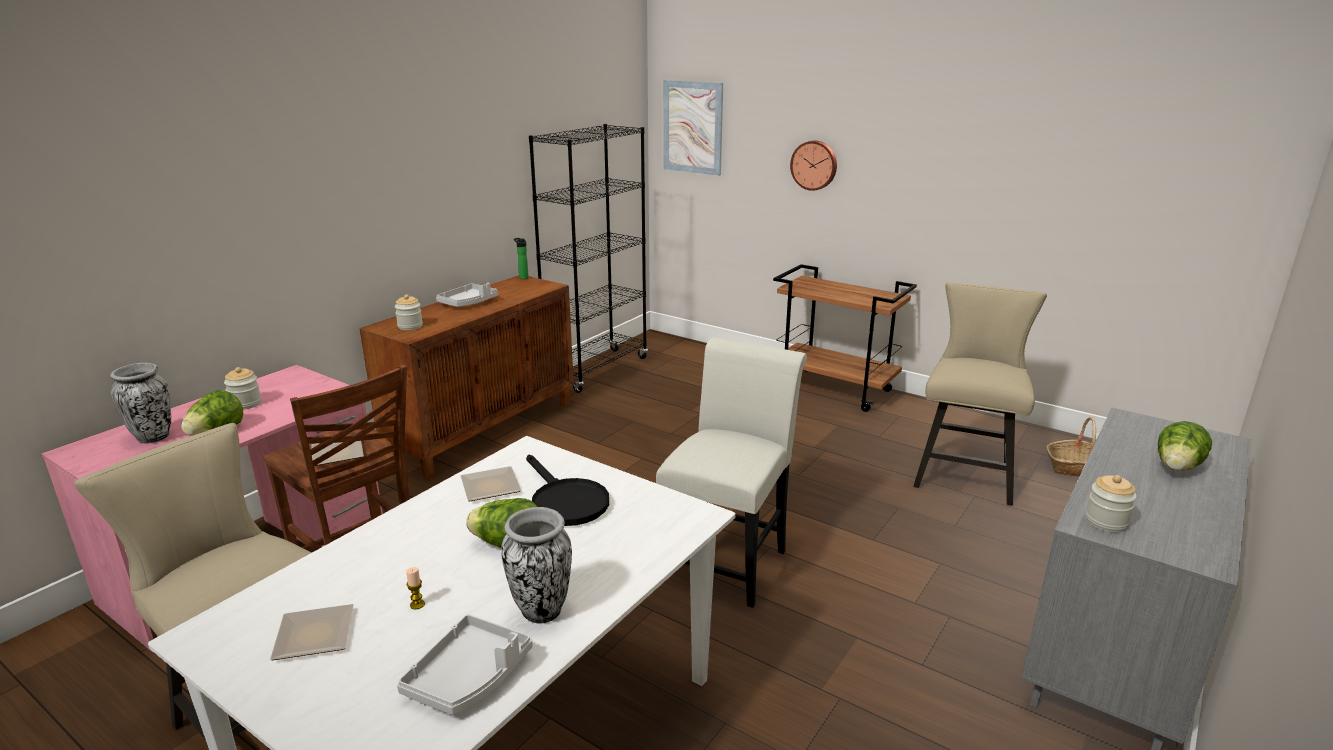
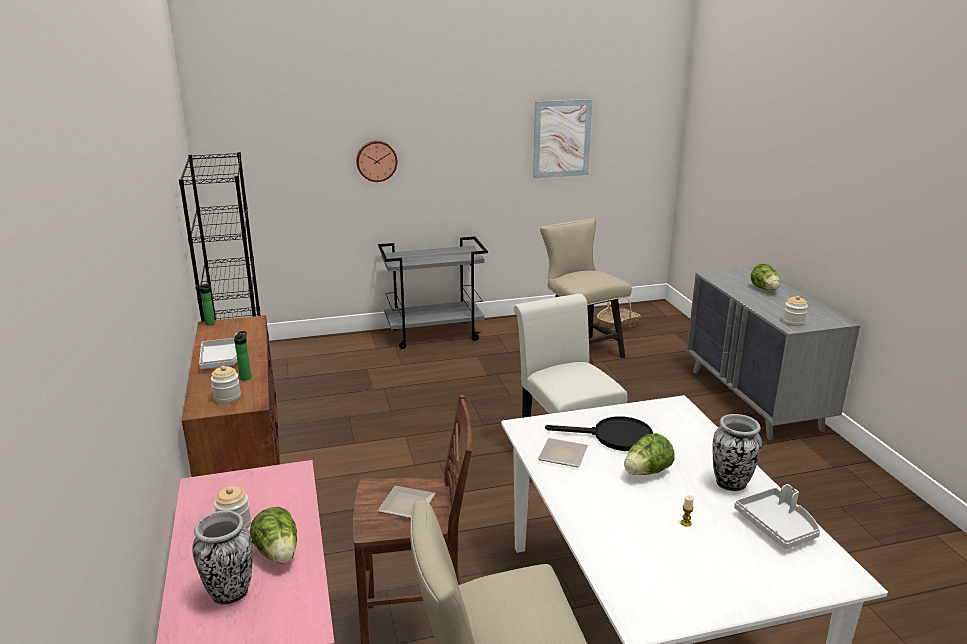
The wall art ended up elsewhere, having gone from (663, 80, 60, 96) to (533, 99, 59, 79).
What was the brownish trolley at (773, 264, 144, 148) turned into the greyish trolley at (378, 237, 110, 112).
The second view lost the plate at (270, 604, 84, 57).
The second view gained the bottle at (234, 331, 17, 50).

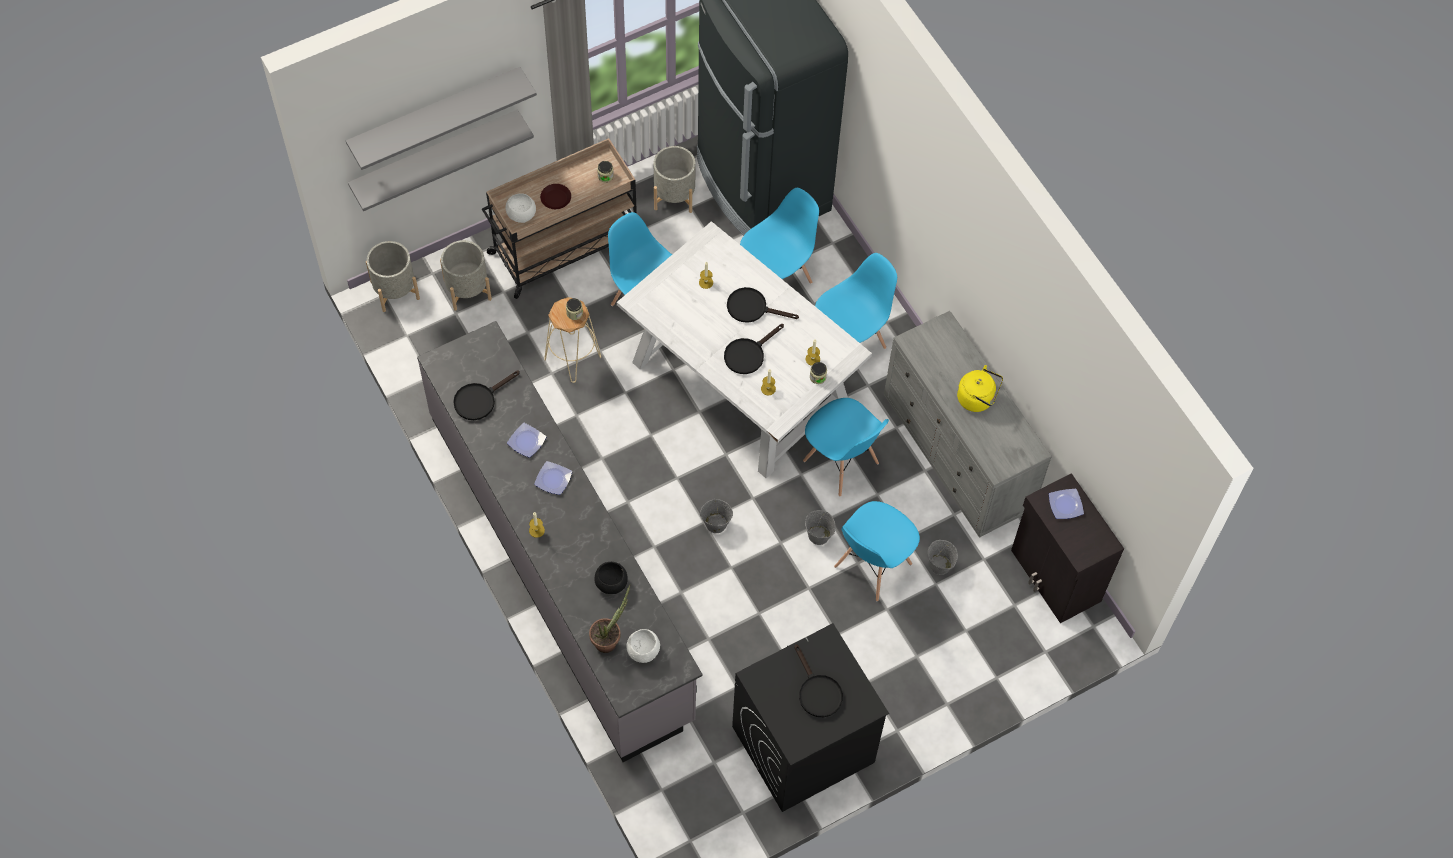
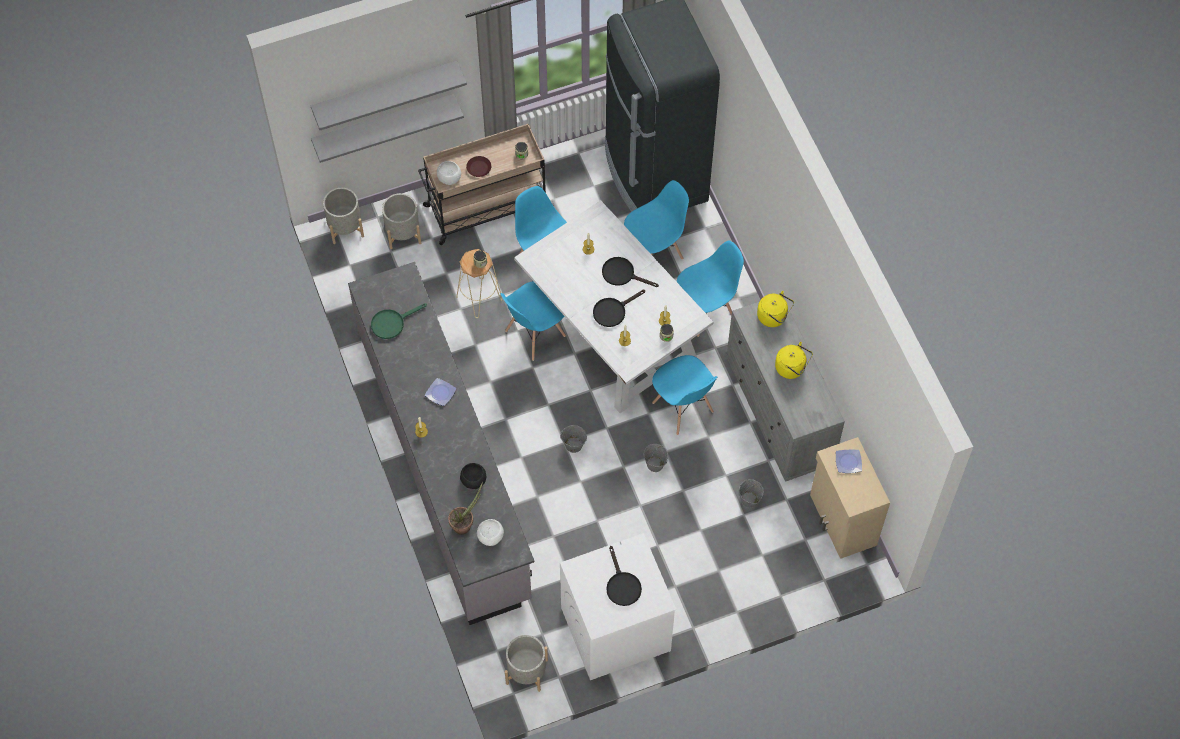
The greyish planter ended up elsewhere, having gone from (653, 146, 43, 67) to (505, 635, 43, 57).
What was the blackish frying pan at (453, 371, 67, 49) turned into the green-coloured frying pan at (371, 303, 56, 36).
The second view lost the plate at (507, 423, 39, 35).
What was the blackish cupboard at (1011, 473, 113, 150) turned into the sand-coloured cupboard at (810, 437, 80, 122).
The bluish plain chair ended up elsewhere, having gone from (834, 501, 86, 100) to (501, 281, 65, 80).
What was the blackish washing machine at (732, 623, 157, 189) turned into the white-coloured washing machine at (560, 533, 116, 147).
The second view gained the yellow water kettle at (757, 291, 37, 36).

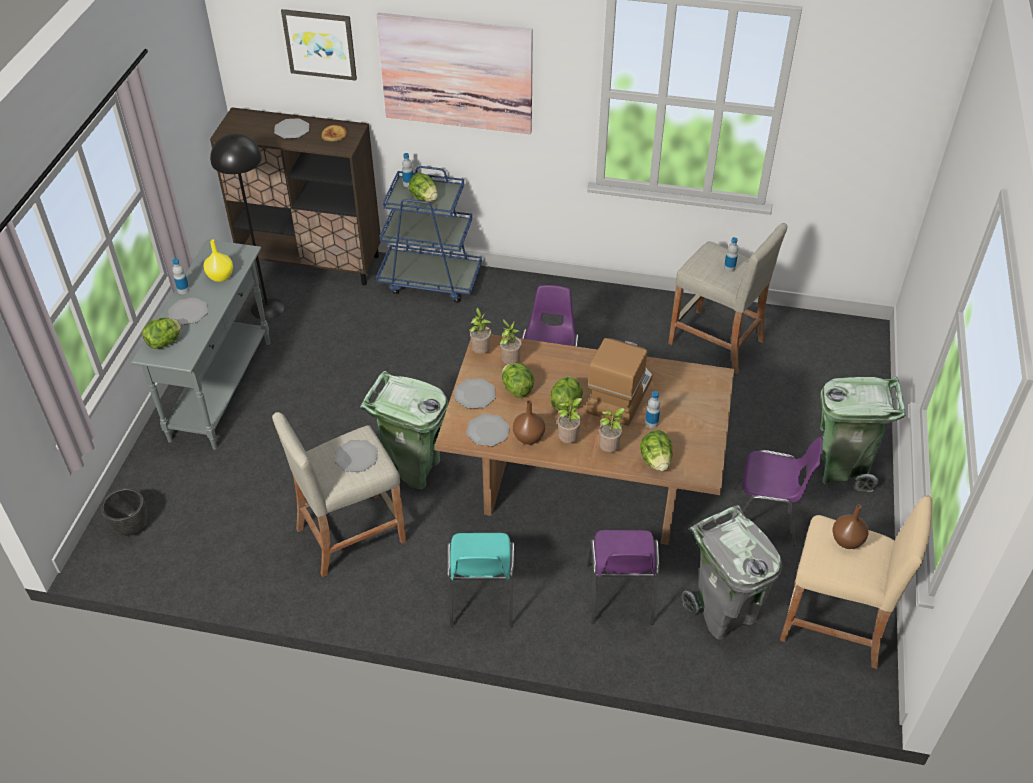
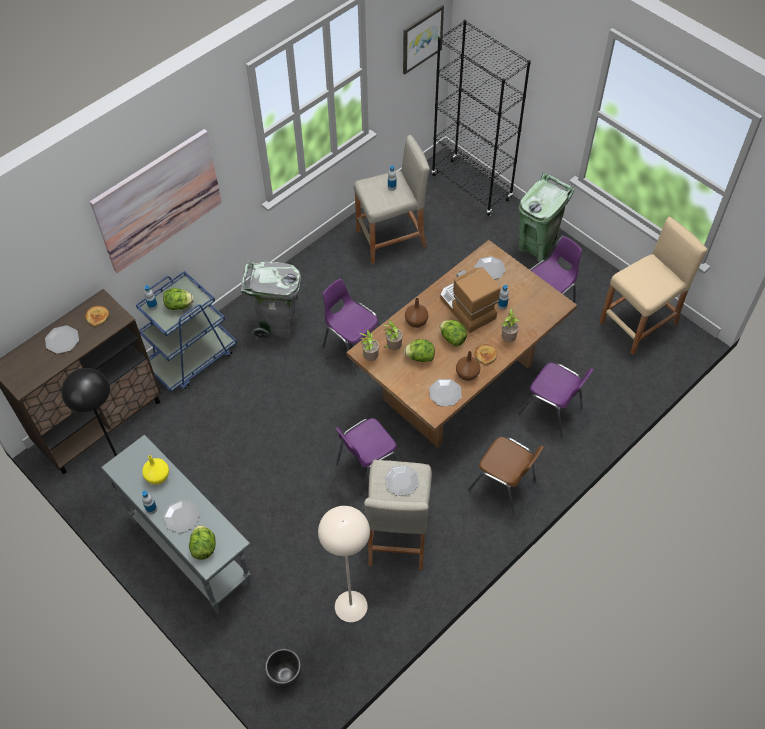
The wall art ended up elsewhere, having gone from (281, 9, 76, 72) to (403, 5, 41, 70).
Where the green-coloured waste bin stood at (360, 371, 88, 118), the purple plain chair came to stand at (336, 418, 63, 78).
The plate ended up elsewhere, having gone from (455, 379, 41, 30) to (474, 256, 32, 23).
Where the plant in a pot stood at (557, 398, 25, 45), the baked bread came to stand at (474, 344, 23, 21).
The second view lost the head of lettuce at (640, 430, 33, 41).
The brownish decorative vase ended up elsewhere, having gone from (833, 504, 35, 45) to (405, 298, 23, 30).
The greyish waste bin ended up elsewhere, having gone from (682, 505, 100, 135) to (240, 260, 61, 80).
What was the blue-green plain chair at (447, 533, 68, 95) turned into the brownish plain chair at (468, 437, 76, 78).
The second view gained the blackish bookshelf at (431, 20, 100, 196).
The second view gained the sand-coloured standing lamp at (318, 506, 52, 116).

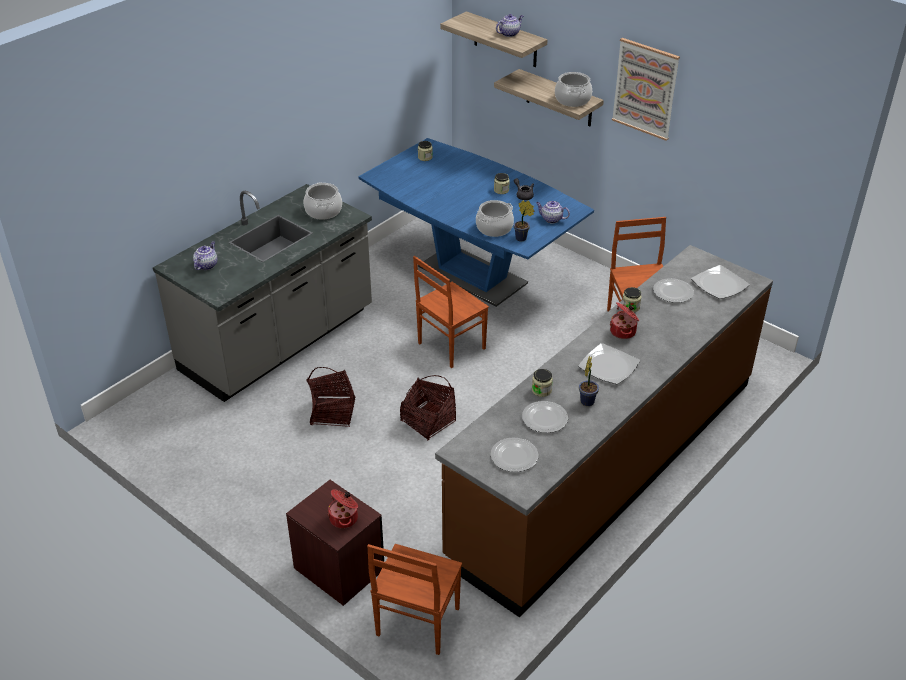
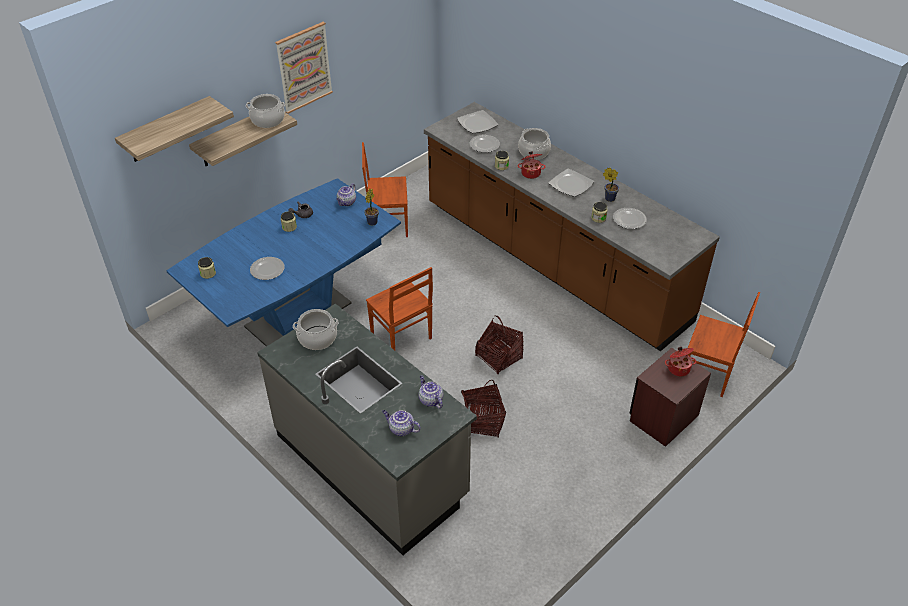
The tea pot ended up elsewhere, having gone from (496, 14, 27, 23) to (419, 376, 25, 33).
The cooking pot ended up elsewhere, having gone from (476, 200, 38, 37) to (518, 128, 33, 32).
The plate ended up elsewhere, having gone from (491, 438, 47, 34) to (250, 257, 35, 23).

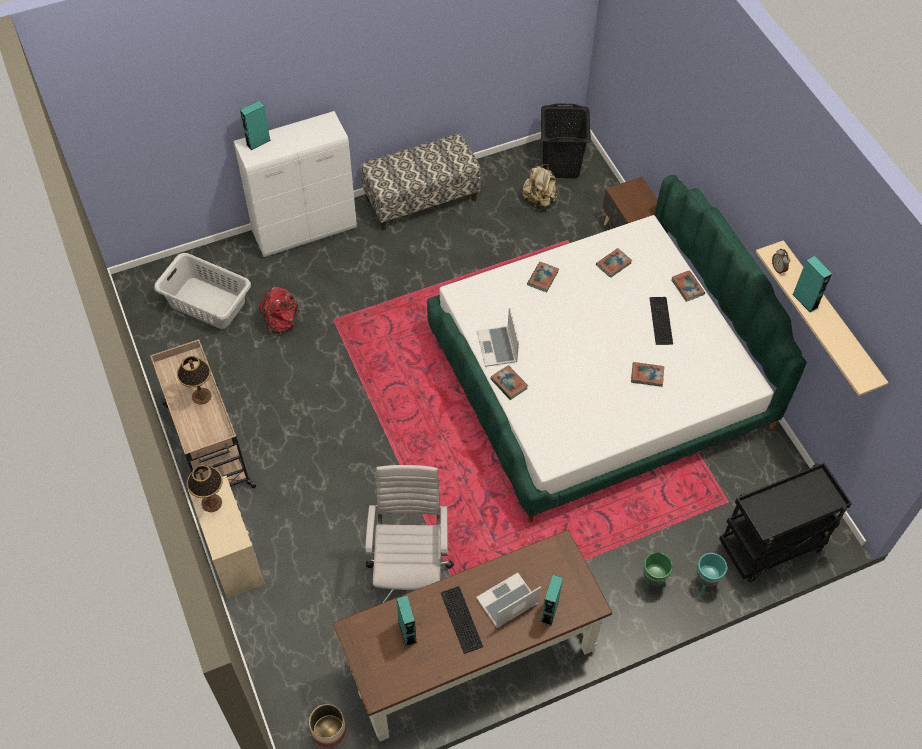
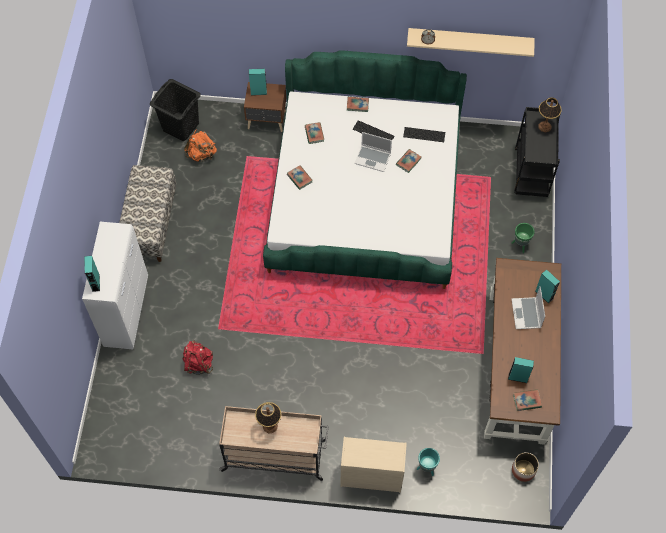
What was the sand-coloured backpack at (522, 164, 35, 46) turned into the orangey backpack at (184, 129, 33, 33).
The second view lost the greyish laundry basket at (154, 253, 97, 76).
The blue-green loudspeaker ended up elsewhere, having gone from (792, 256, 40, 56) to (249, 69, 18, 27).
The laptop ended up elsewhere, having gone from (477, 307, 42, 60) to (354, 132, 38, 40).
The book ended up elsewhere, having gone from (490, 365, 38, 35) to (513, 389, 29, 22).
The table lamp ended up elsewhere, having gone from (187, 465, 36, 47) to (538, 97, 24, 35).
The second view lost the white-coloured computer chair at (365, 465, 89, 138).
The blue-green planter ended up elsewhere, having gone from (695, 553, 32, 42) to (417, 448, 23, 28).
The computer keyboard ended up elsewhere, having gone from (441, 586, 42, 68) to (403, 127, 42, 15).

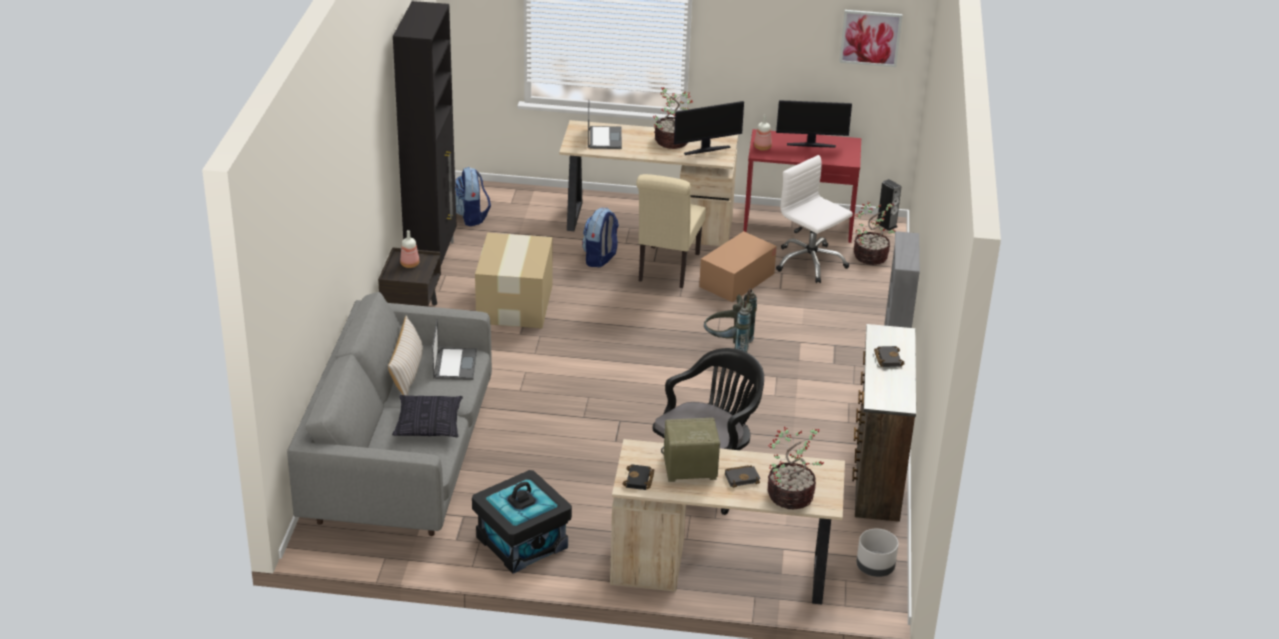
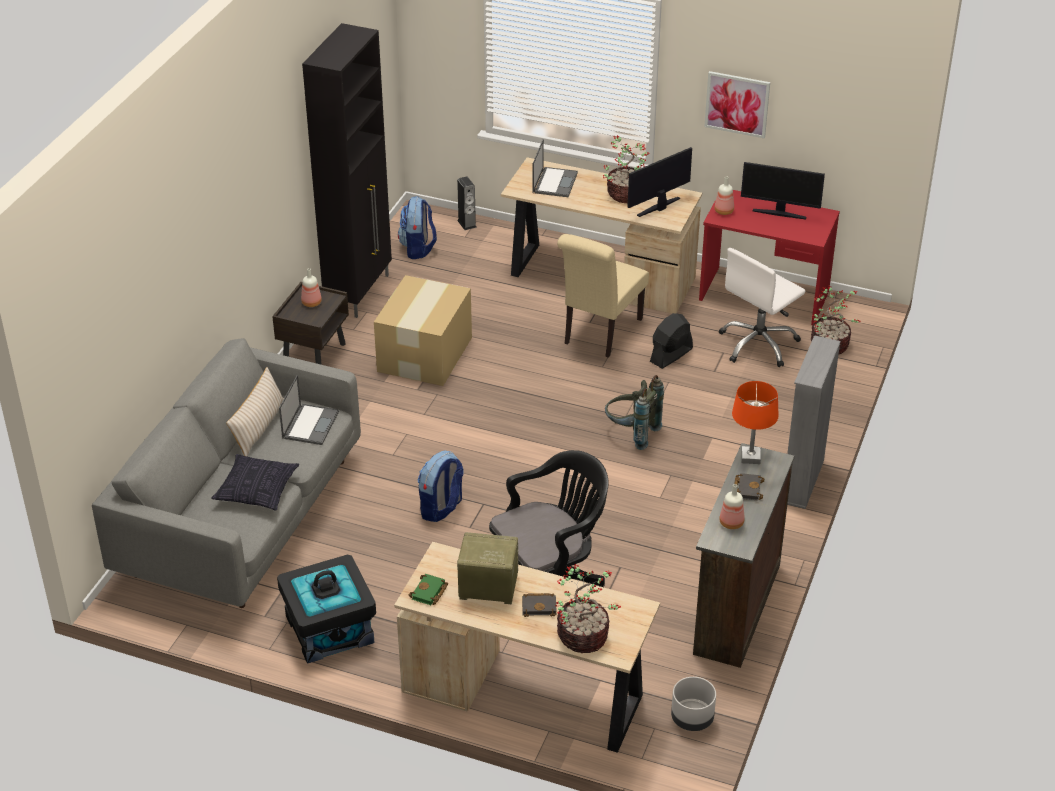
The wall art ended up elsewhere, having gone from (839, 10, 63, 57) to (704, 71, 66, 67).
The computer screen at (674, 101, 70, 54) ended up facing another way, 150 degrees clockwise from before.
The white-coloured computer chair at (776, 155, 77, 128) ended up facing another way, 105 degrees counterclockwise from before.
The loudspeaker ended up elsewhere, having gone from (876, 179, 25, 52) to (457, 176, 19, 54).
The backpack ended up elsewhere, having gone from (582, 208, 37, 59) to (417, 450, 46, 72).
Where the packing box stood at (699, 231, 78, 71), the blackish cooling fan came to stand at (650, 313, 43, 56).
What was the blackish book at (623, 464, 31, 26) turned into the green-coloured book at (409, 574, 39, 31).
The second view gained the orangey table lamp at (732, 381, 47, 83).
The second view gained the bottle at (719, 484, 26, 45).

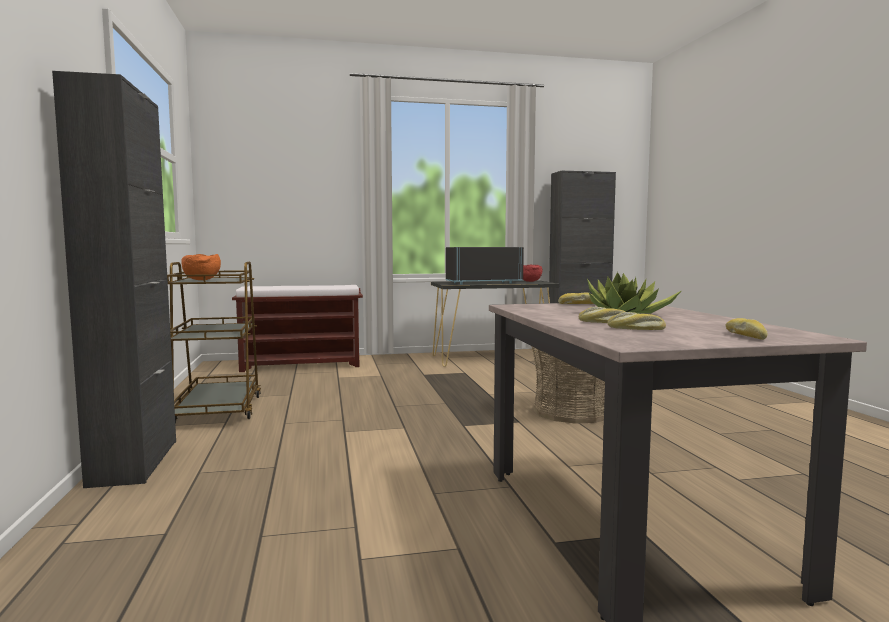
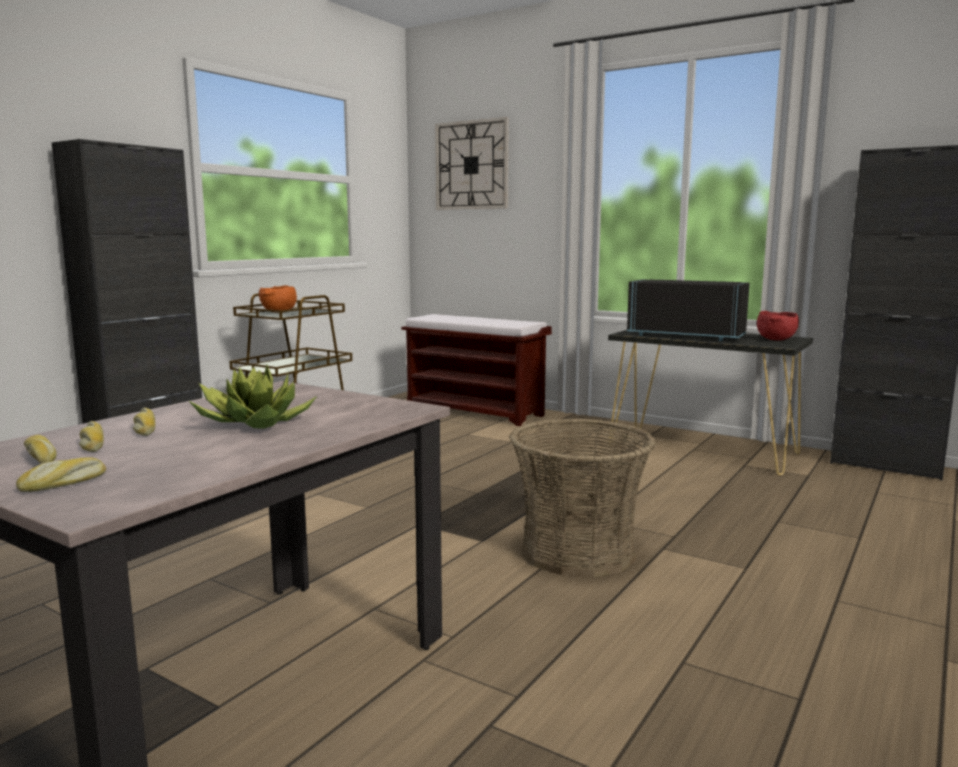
The baked bread ended up elsewhere, having gone from (558, 292, 36, 12) to (24, 435, 33, 29).
The second view gained the wall clock at (435, 117, 74, 93).

